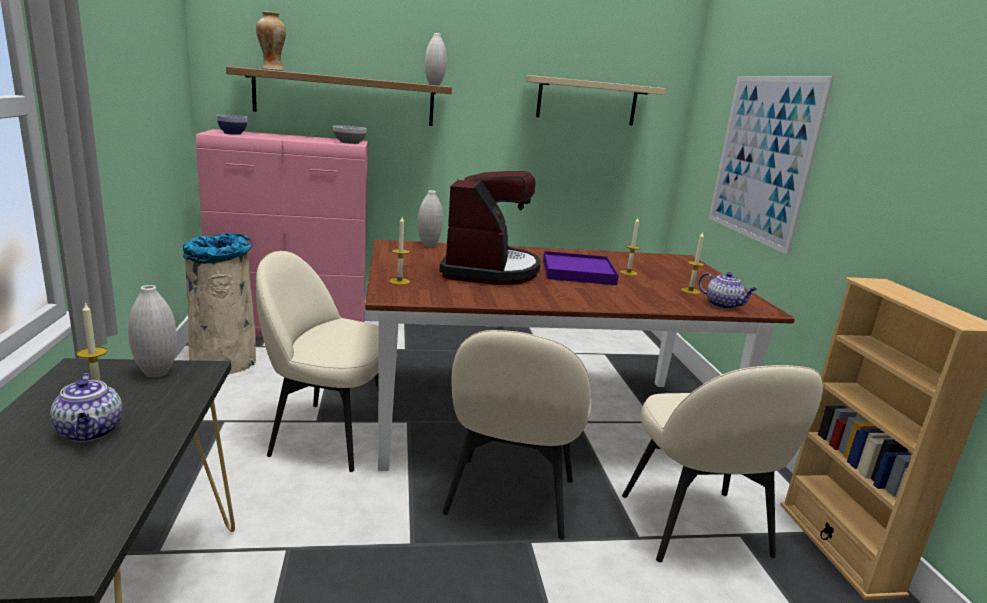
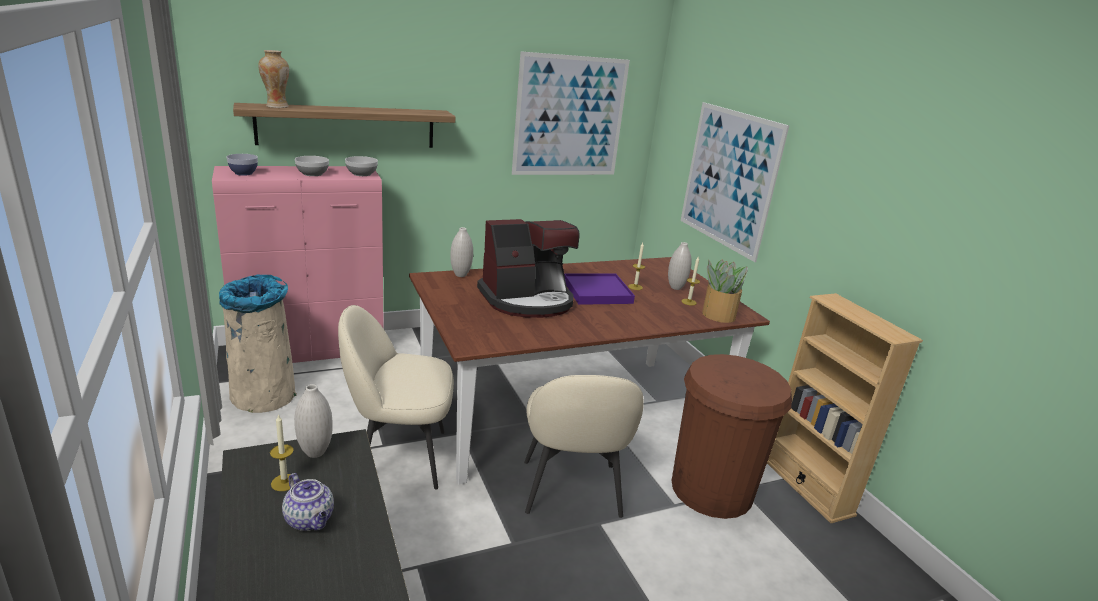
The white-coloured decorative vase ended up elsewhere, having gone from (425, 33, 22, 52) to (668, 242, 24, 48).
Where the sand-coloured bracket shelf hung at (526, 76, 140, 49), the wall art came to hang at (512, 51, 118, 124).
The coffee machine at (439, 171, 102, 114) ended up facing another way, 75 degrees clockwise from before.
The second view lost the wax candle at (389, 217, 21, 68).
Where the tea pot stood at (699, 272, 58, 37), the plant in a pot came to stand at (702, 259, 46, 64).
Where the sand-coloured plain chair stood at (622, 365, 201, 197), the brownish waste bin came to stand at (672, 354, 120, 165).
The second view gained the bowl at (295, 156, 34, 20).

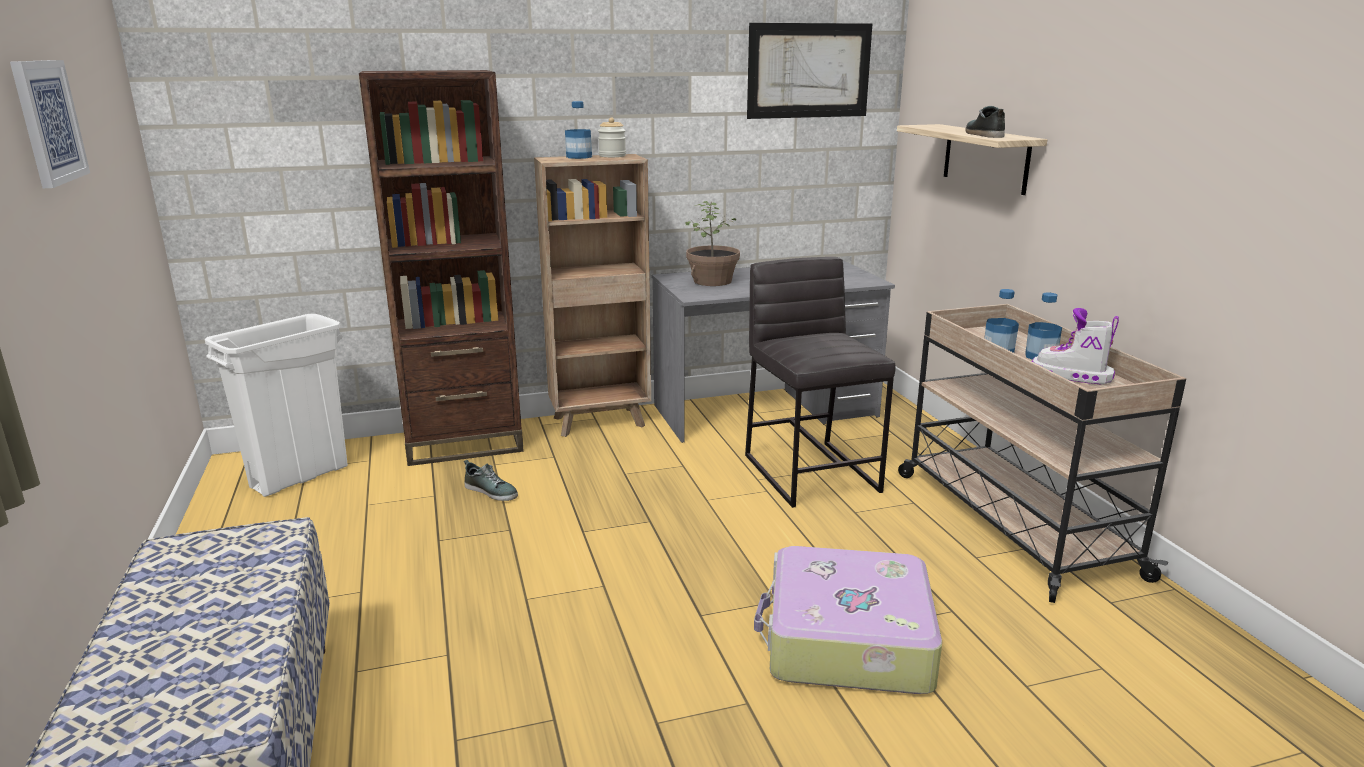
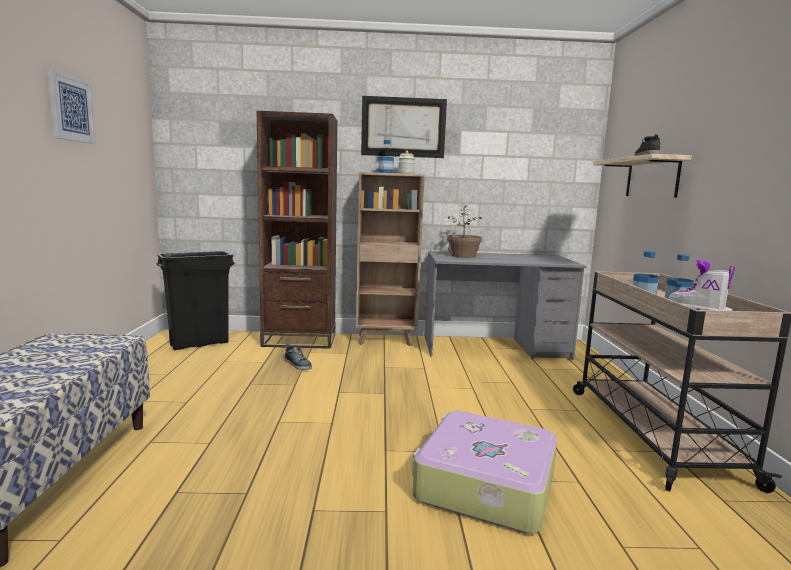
The wall art ended up elsewhere, having gone from (747, 23, 125, 96) to (361, 96, 86, 62).
The second view lost the greyish stool seat at (745, 257, 150, 251).
What was the white-coloured waste bin at (205, 314, 143, 183) turned into the blackish waste bin at (157, 251, 77, 99).

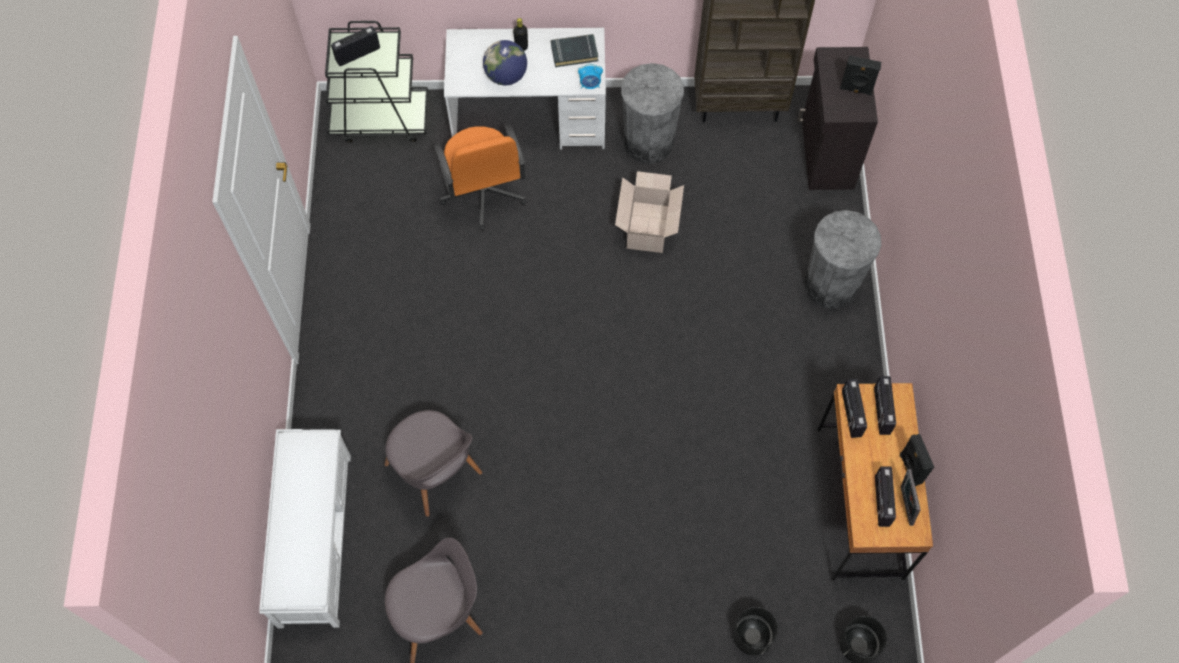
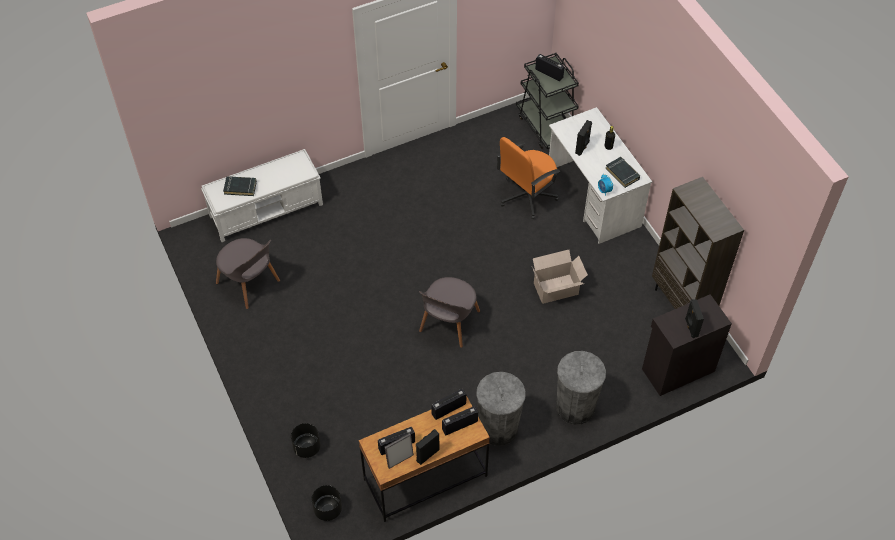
Where the desk globe stood at (483, 40, 44, 45), the blackish loudspeaker came to stand at (575, 120, 17, 36).
The greyish waste bin ended up elsewhere, having gone from (621, 63, 63, 101) to (476, 372, 50, 74).
The greyish plain chair ended up elsewhere, having gone from (384, 410, 98, 107) to (419, 277, 61, 71).
The second view gained the blackish book at (223, 176, 34, 20).

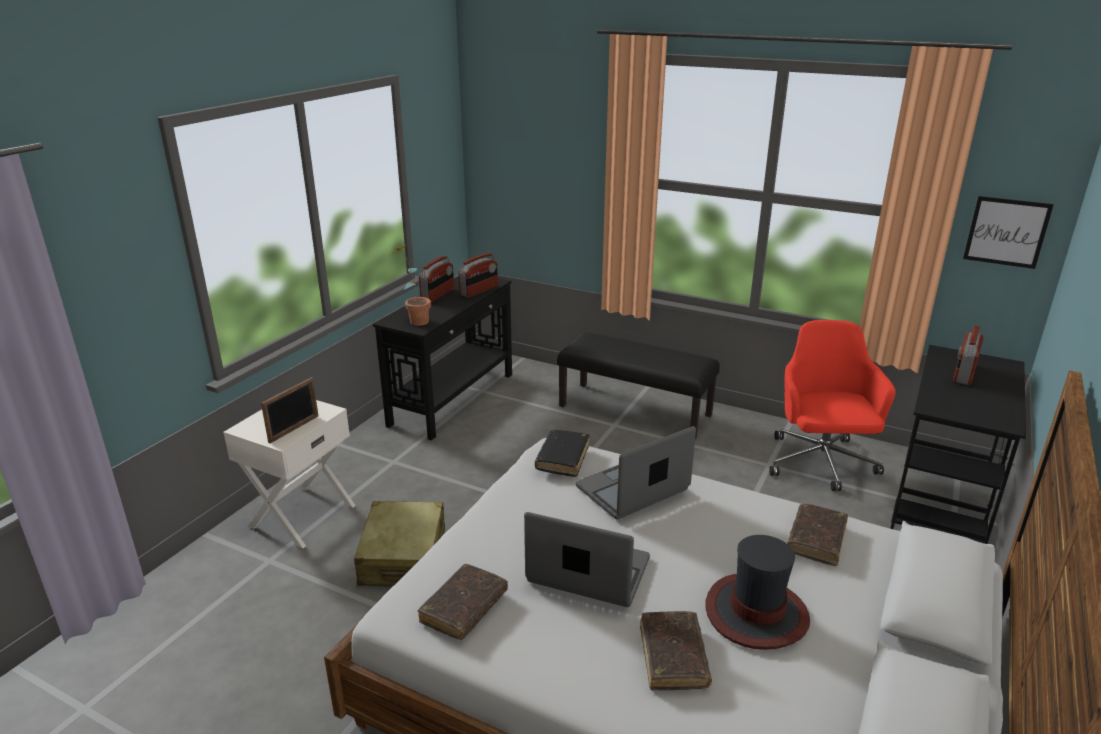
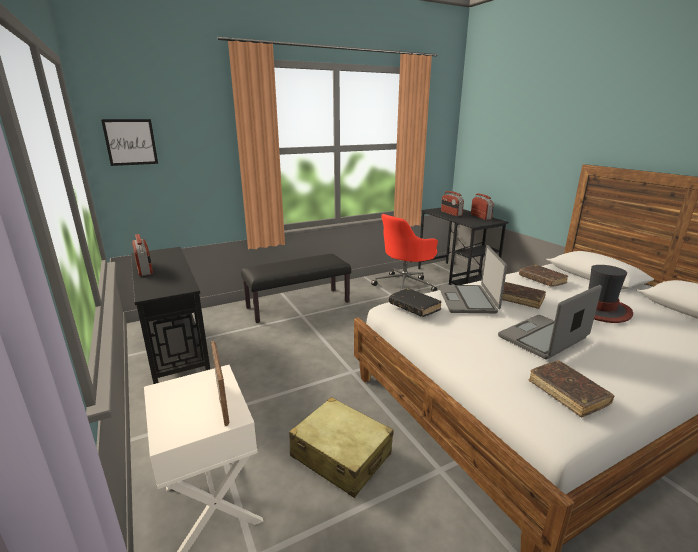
The wall art ended up elsewhere, having gone from (963, 196, 91, 73) to (101, 119, 57, 47).
The second view lost the plant in a pot at (391, 244, 40, 82).
The radio receiver ended up elsewhere, having gone from (459, 253, 39, 45) to (471, 193, 23, 27).
The red-coloured computer chair at (769, 320, 127, 171) ended up facing another way, 75 degrees counterclockwise from before.
The brownish book ended up elsewhere, having gone from (640, 611, 72, 79) to (502, 282, 44, 27).

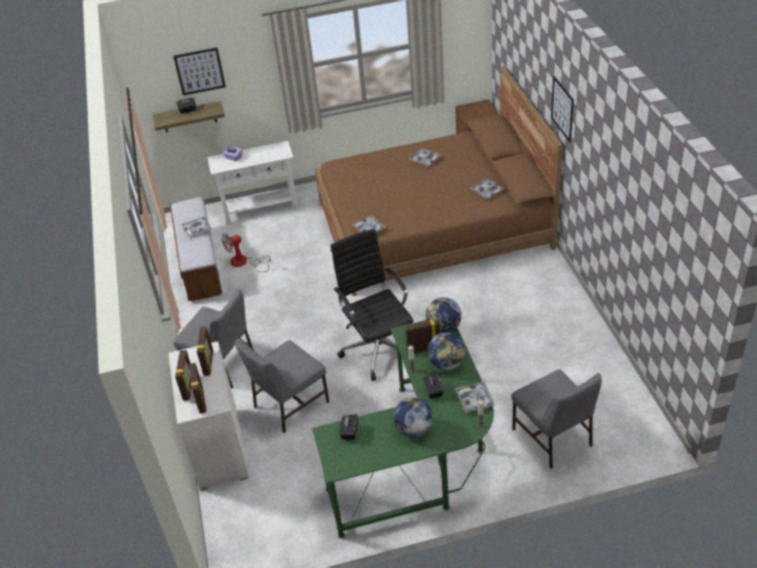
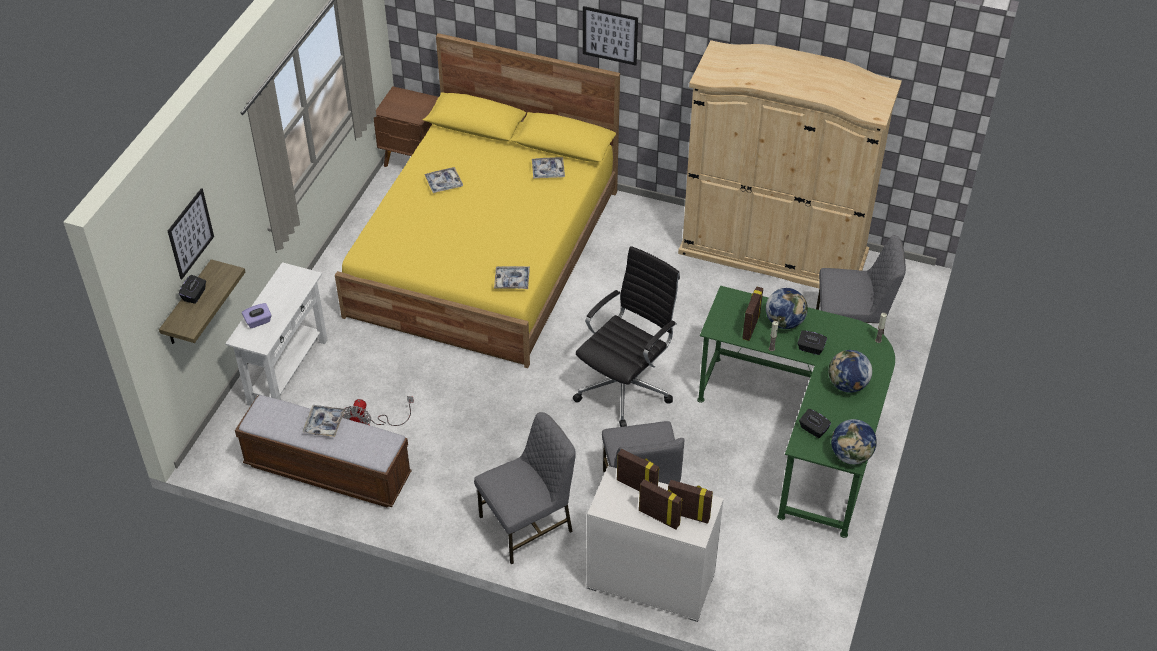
What was the brownish bed at (315, 66, 248, 230) turned into the yellow bed at (335, 33, 285, 335).
The blackish computer chair at (330, 229, 84, 152) ended up facing another way, 120 degrees clockwise from before.
The desk globe ended up elsewhere, having gone from (425, 297, 37, 36) to (831, 419, 46, 45).
The second view lost the tray at (455, 382, 40, 31).
The second view gained the sand-coloured wardrobe at (678, 40, 224, 248).

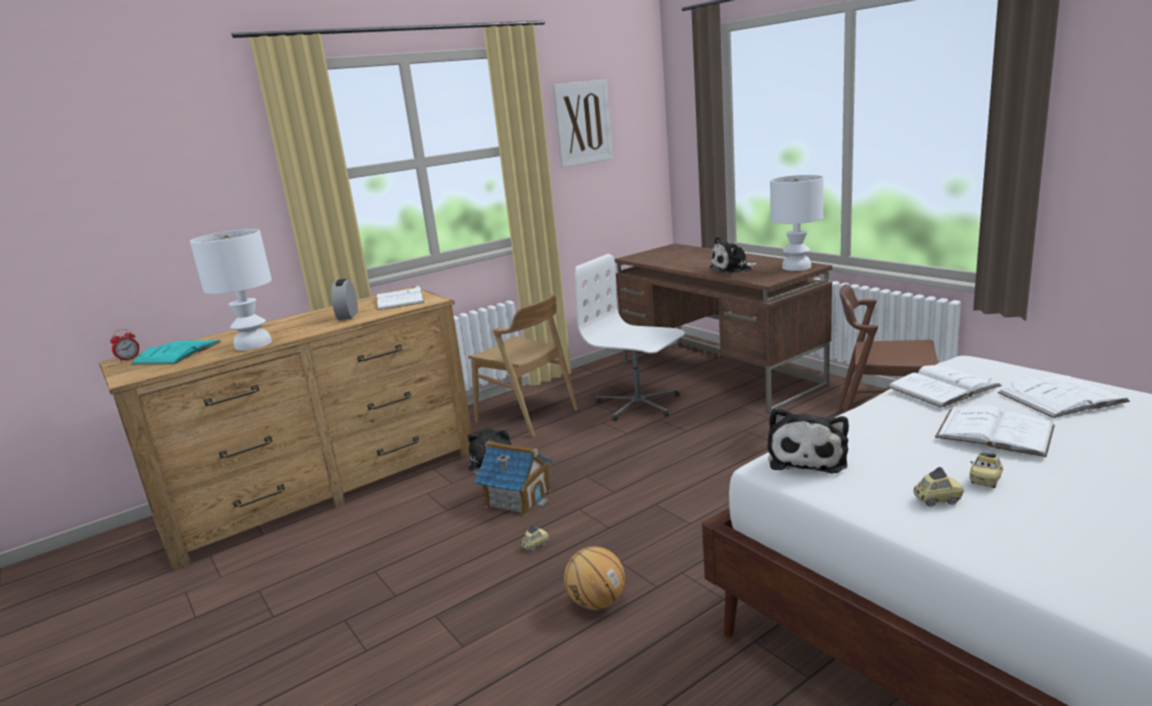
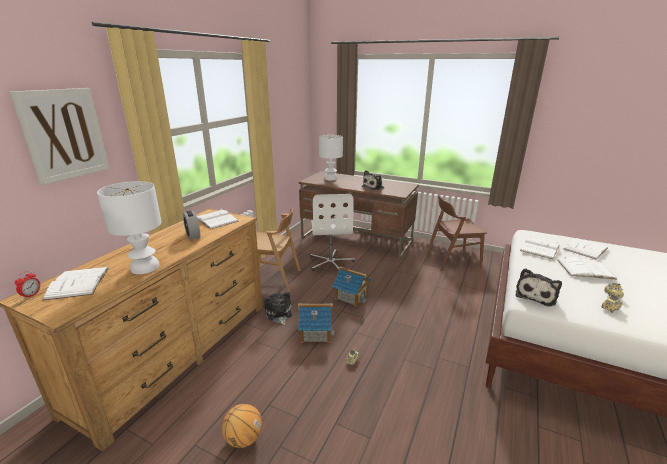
The wall art ended up elsewhere, having gone from (553, 79, 60, 88) to (10, 88, 100, 97).
The white-coloured table lamp ended up elsewhere, having gone from (770, 175, 54, 96) to (319, 135, 24, 46).
The white-coloured computer chair at (575, 254, 110, 167) ended up facing another way, 105 degrees counterclockwise from before.
What was the blue-green book at (131, 340, 90, 25) turned into the white-coloured book at (43, 267, 66, 34).
The cuddly toy at (767, 407, 82, 67) ended up facing another way, 45 degrees clockwise from before.
The ball for basketball ended up elsewhere, having gone from (564, 546, 61, 64) to (222, 404, 40, 44).
The second view gained the toy house at (332, 266, 39, 41).

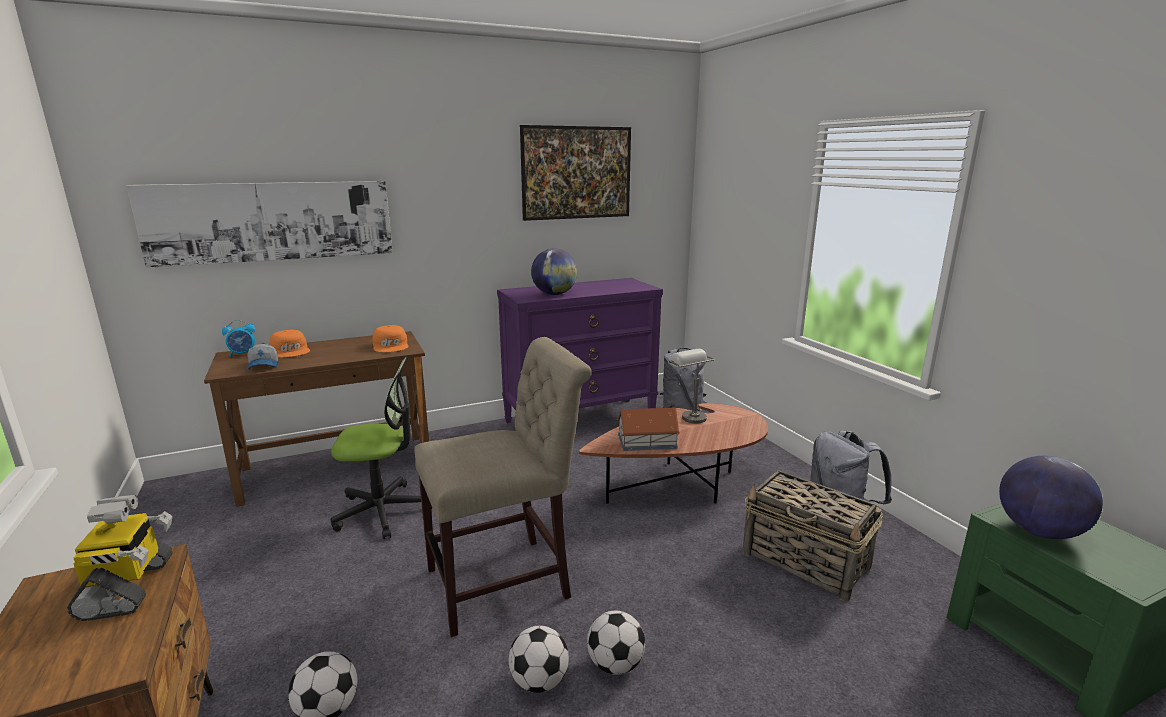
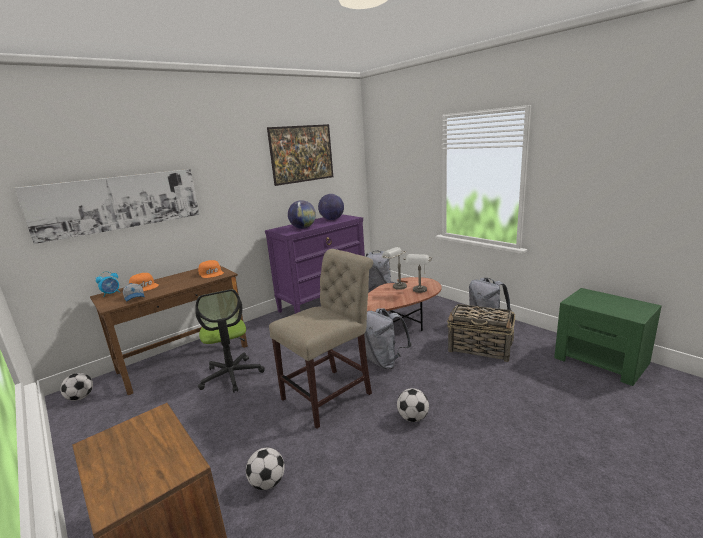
The computer chair at (331, 357, 101, 182) ended up facing another way, 90 degrees clockwise from before.
The second view lost the toy house at (617, 408, 63, 43).
The desk globe ended up elsewhere, having gone from (999, 456, 104, 83) to (318, 194, 26, 26).
The second view lost the toy robot at (67, 495, 106, 126).
The ball for football ended up elsewhere, having gone from (509, 626, 60, 67) to (60, 373, 33, 28).
The second view gained the greyish table lamp at (404, 254, 28, 39).
The second view gained the greyish backpack at (364, 308, 47, 61).

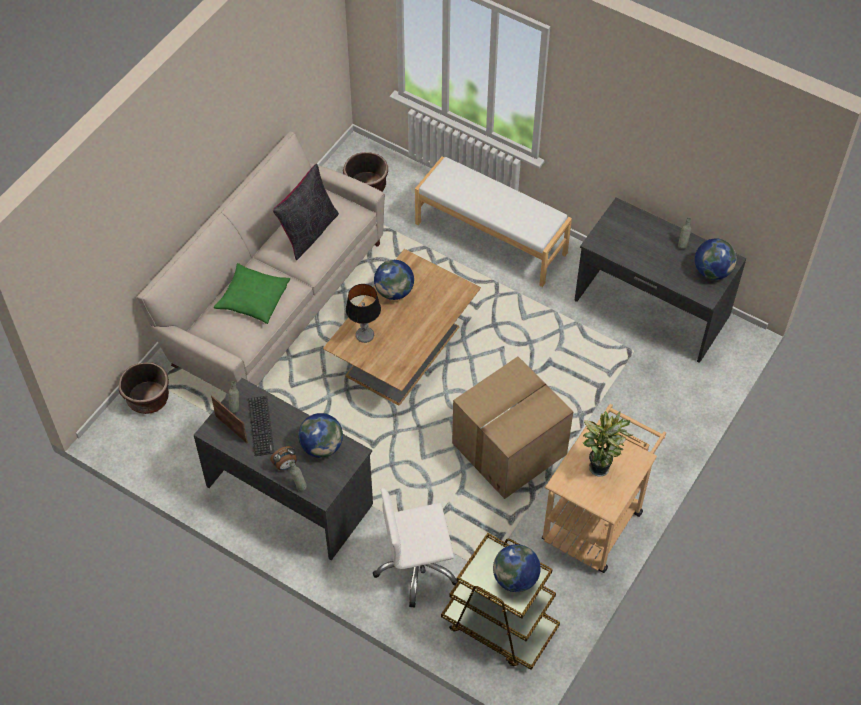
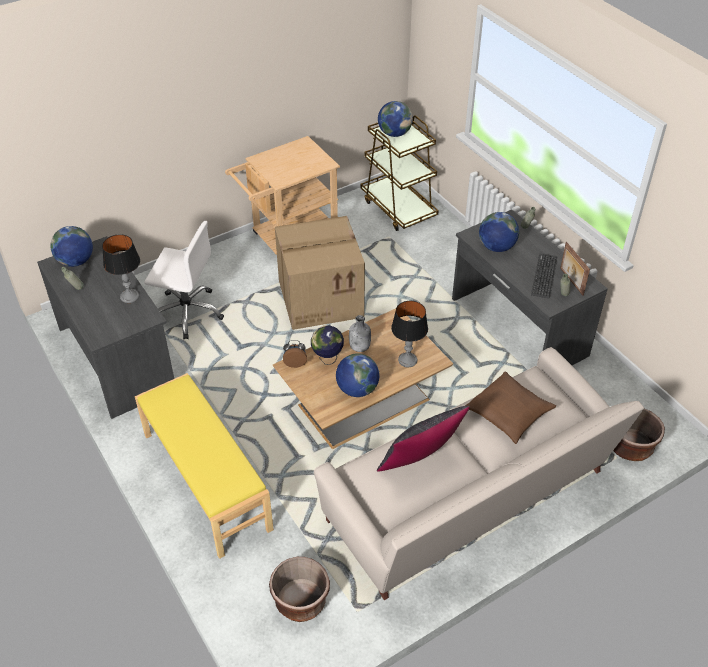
What was the white-coloured bench at (415, 156, 157, 131) turned into the yellow bench at (135, 373, 139, 186).
What was the green-coloured cushion at (214, 263, 76, 61) turned into the brownish cushion at (465, 371, 91, 73).
The second view lost the plant in a pot at (583, 411, 51, 66).
The bedside clock ended up elsewhere, having gone from (271, 446, 26, 25) to (283, 340, 24, 28).
The white-coloured computer chair ended up elsewhere, having gone from (373, 488, 84, 120) to (144, 221, 80, 118).
The second view gained the table lamp at (102, 234, 38, 69).
The second view gained the greyish bottle at (349, 315, 22, 37).
The second view gained the desk globe at (311, 325, 33, 40).

